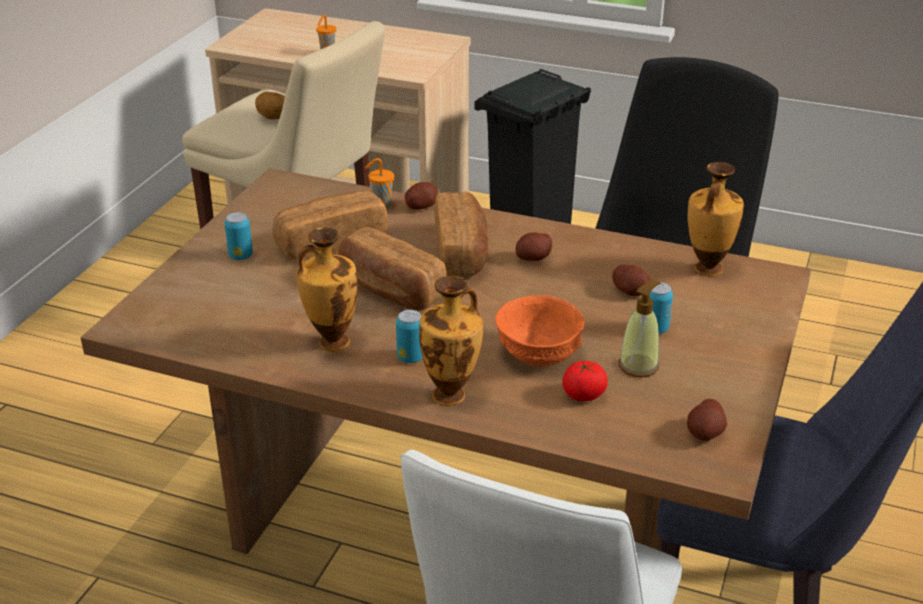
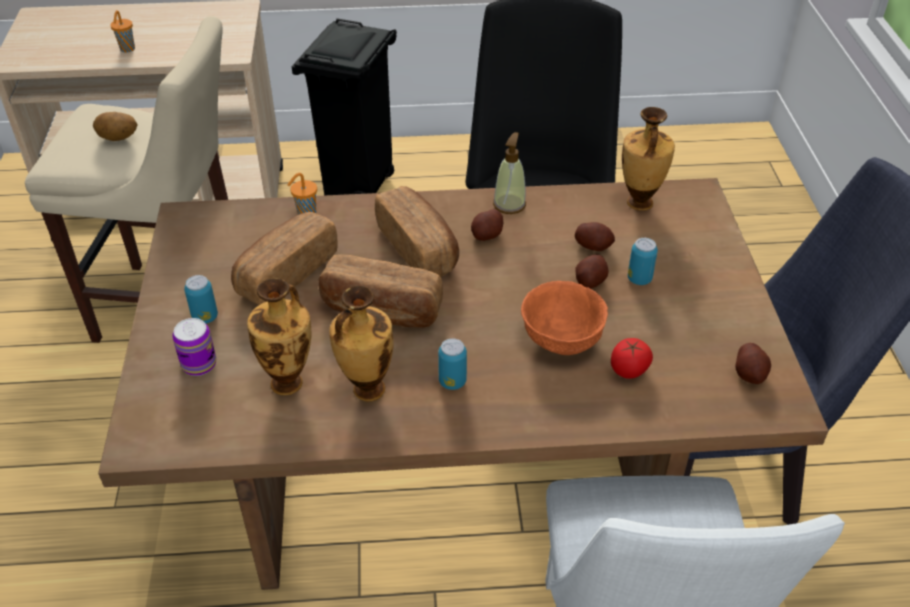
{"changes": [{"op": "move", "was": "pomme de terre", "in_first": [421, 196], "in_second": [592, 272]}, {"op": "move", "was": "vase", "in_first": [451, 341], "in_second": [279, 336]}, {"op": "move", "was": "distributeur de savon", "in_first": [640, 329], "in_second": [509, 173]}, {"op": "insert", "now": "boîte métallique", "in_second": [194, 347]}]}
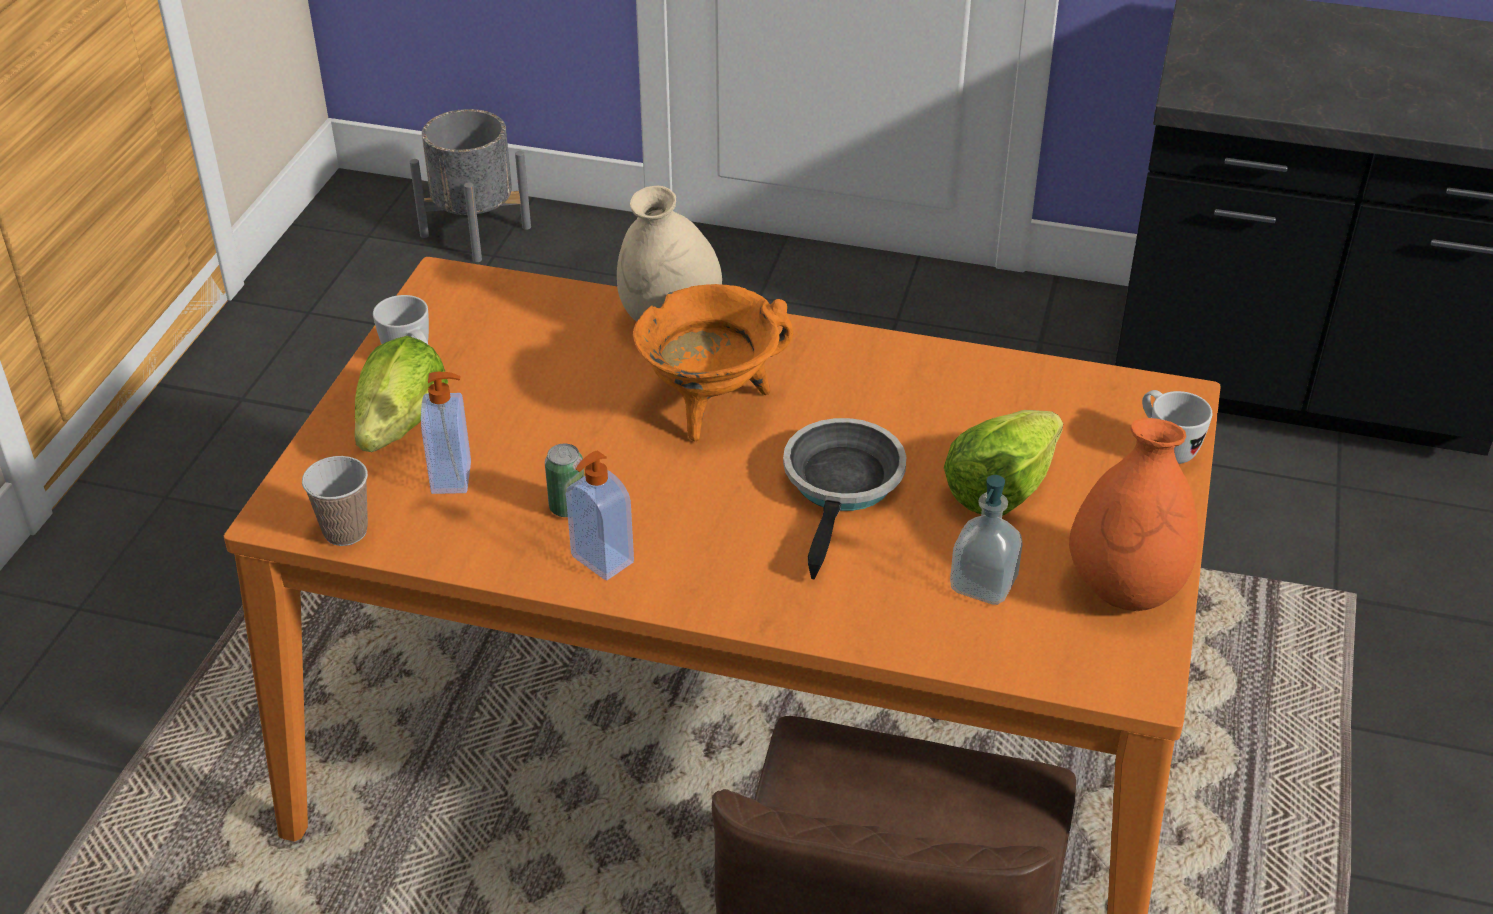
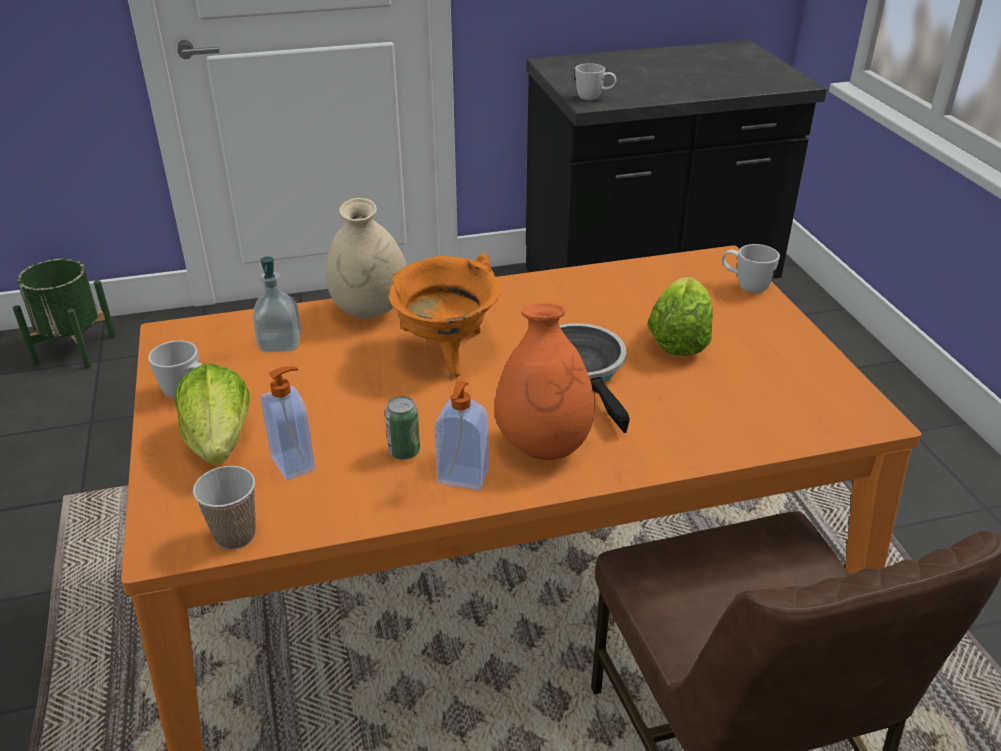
{"changes": [{"op": "recolor", "was": "cache-pot (gris)", "now": "cache-pot (vert)", "in_first": [470, 185], "in_second": [64, 314]}, {"op": "move", "was": "vase (orange)", "in_first": [1133, 514], "in_second": [544, 381]}, {"op": "move", "was": "distributeur de savon", "in_first": [986, 540], "in_second": [277, 304]}, {"op": "insert", "now": "mug (blanc)", "in_second": [595, 81]}]}
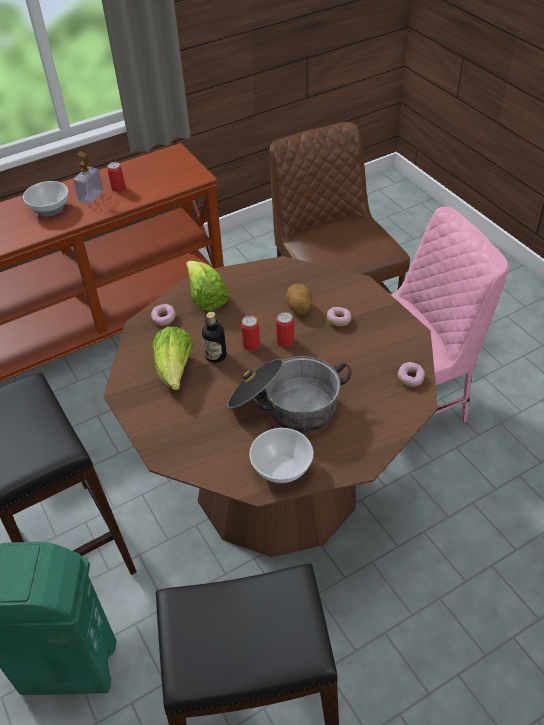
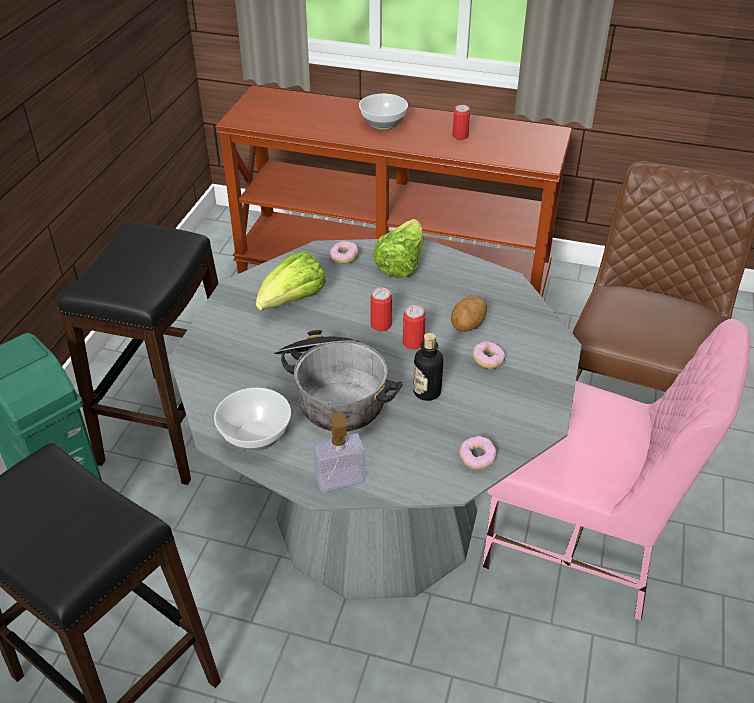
{"changes": [{"op": "move", "was": "distributeur de savon", "in_first": [88, 177], "in_second": [339, 452]}, {"op": "recolor", "was": "table à manger (marron)", "now": "table à manger (gris)", "in_first": [270, 406], "in_second": [375, 419]}, {"op": "move", "was": "bouteille", "in_first": [214, 337], "in_second": [428, 367]}]}
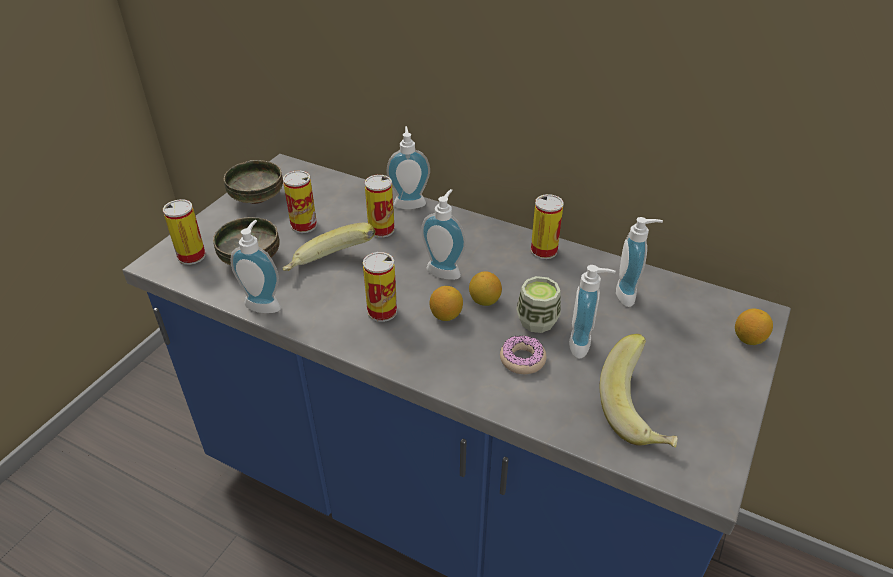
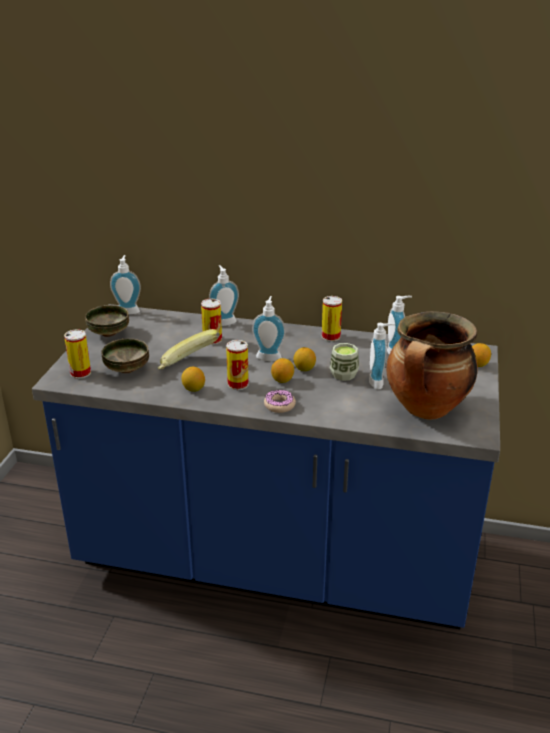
{"changes": [{"op": "delete", "was": "boîte métallique", "in_first": [300, 201]}, {"op": "move", "was": "distributeur de savon", "in_first": [255, 266], "in_second": [125, 285]}, {"op": "replace", "was": "banane", "now": "marmite", "in_first": [639, 391], "in_second": [432, 365]}, {"op": "move", "was": "beignet", "in_first": [523, 354], "in_second": [280, 401]}, {"op": "insert", "now": "citron", "in_second": [193, 379]}]}
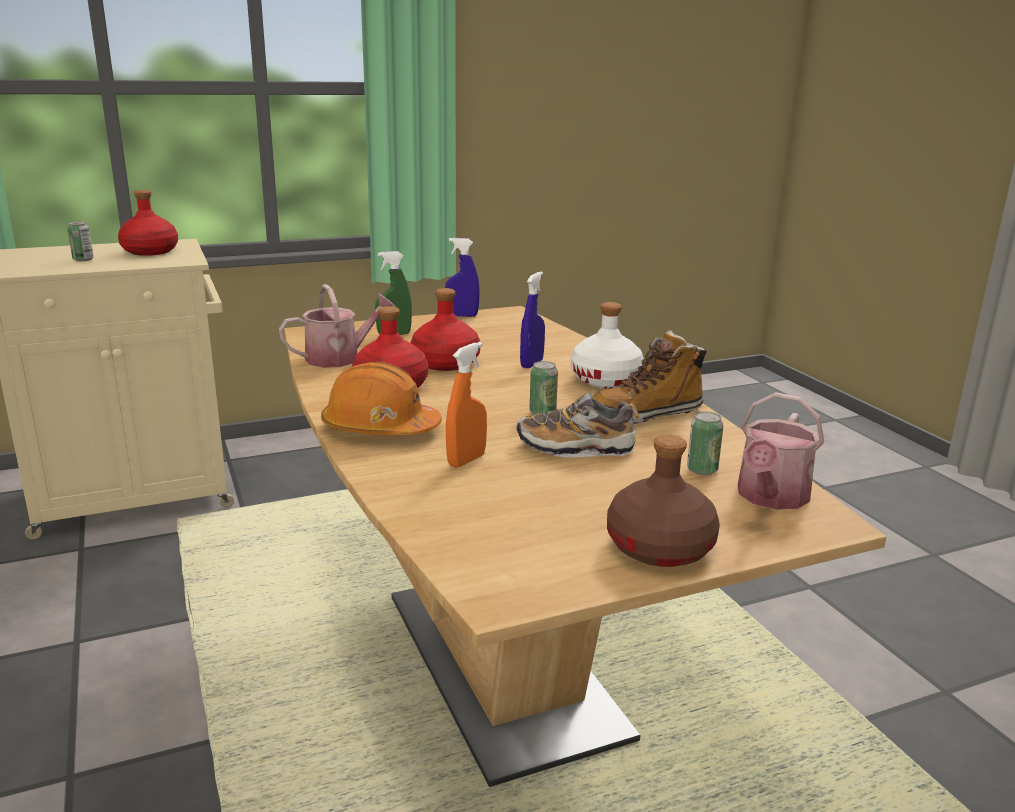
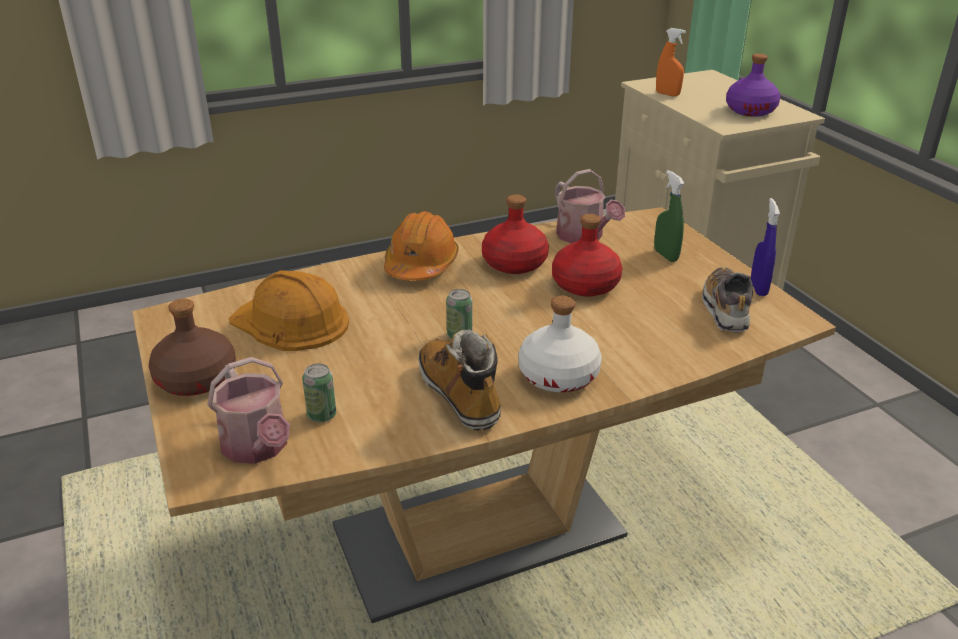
{"changes": [{"op": "recolor", "was": "bouteille (rouge)", "now": "bouteille (violet)", "in_first": [148, 223], "in_second": [753, 85]}, {"op": "delete", "was": "boîte métallique", "in_first": [80, 241]}, {"op": "delete", "was": "vaporisateur (bleu)", "in_first": [532, 320]}, {"op": "move", "was": "vaporisateur (orange)", "in_first": [466, 405], "in_second": [671, 62]}, {"op": "rotate", "was": "arrosoir", "in_first": [781, 451], "in_second": [248, 410], "clockwise": -150}, {"op": "move", "was": "chaussure", "in_first": [577, 425], "in_second": [727, 299]}, {"op": "insert", "now": "casque de chantier (orange)", "in_second": [289, 310]}]}
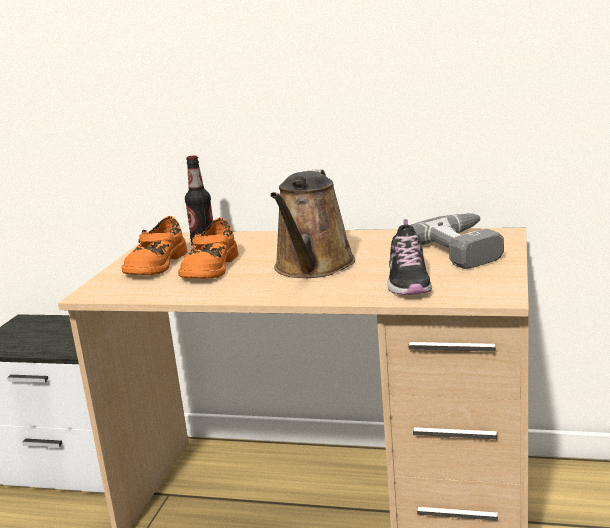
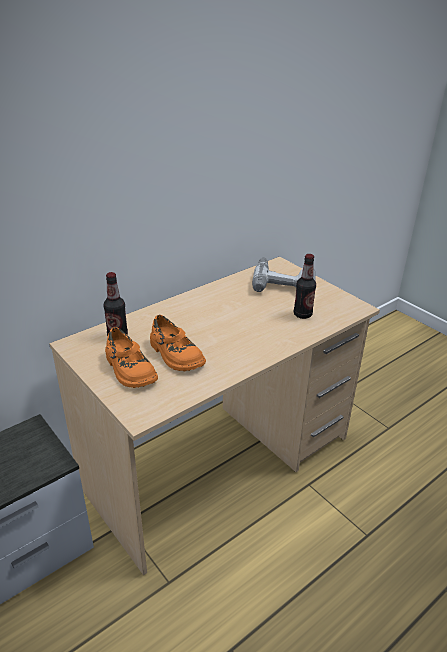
{"changes": [{"op": "delete", "was": "arrosoir (marron)", "in_first": [312, 223]}, {"op": "replace", "was": "chaussure", "now": "bouteille", "in_first": [409, 257], "in_second": [305, 286]}]}
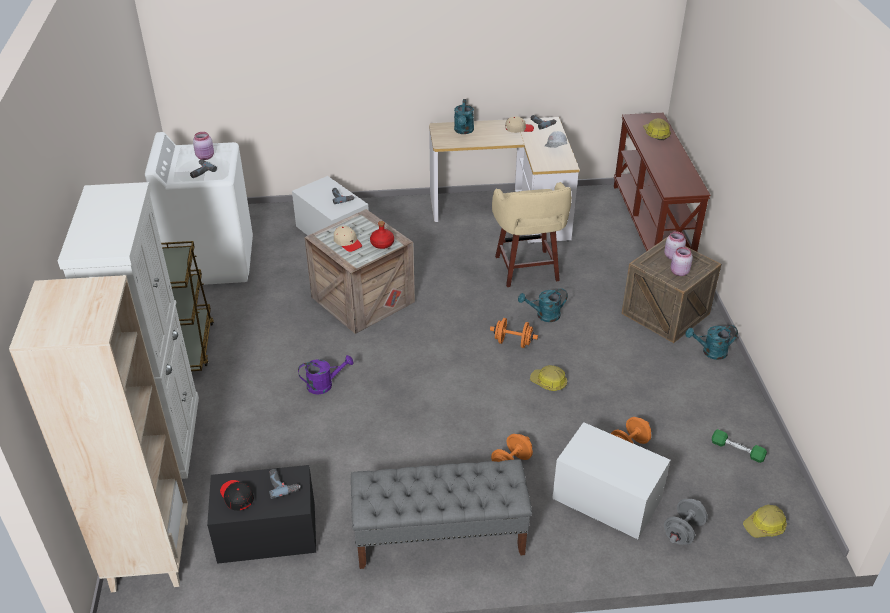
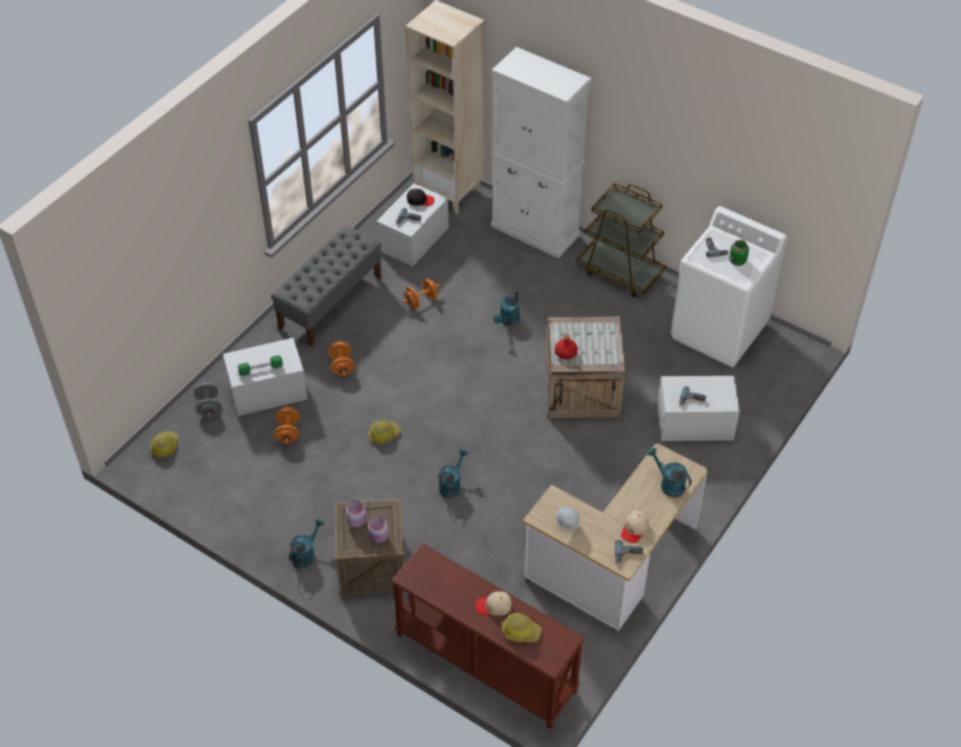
{"changes": [{"op": "recolor", "was": "bocal (rose)", "now": "bocal (vert)", "in_first": [203, 146], "in_second": [739, 253]}, {"op": "delete", "was": "tabouret (beige)", "in_first": [532, 234]}, {"op": "move", "was": "casquette (beige)", "in_first": [348, 239], "in_second": [493, 604]}, {"op": "move", "was": "haltère (orange)", "in_first": [514, 333], "in_second": [421, 293]}, {"op": "recolor", "was": "arrosoir (violet)", "now": "arrosoir (turquoise)", "in_first": [325, 375], "in_second": [507, 308]}, {"op": "move", "was": "haltère (vert)", "in_first": [739, 446], "in_second": [260, 365]}, {"op": "recolor", "was": "boîte de rangement (noir)", "now": "boîte de rangement (blanc)", "in_first": [261, 514], "in_second": [413, 225]}]}
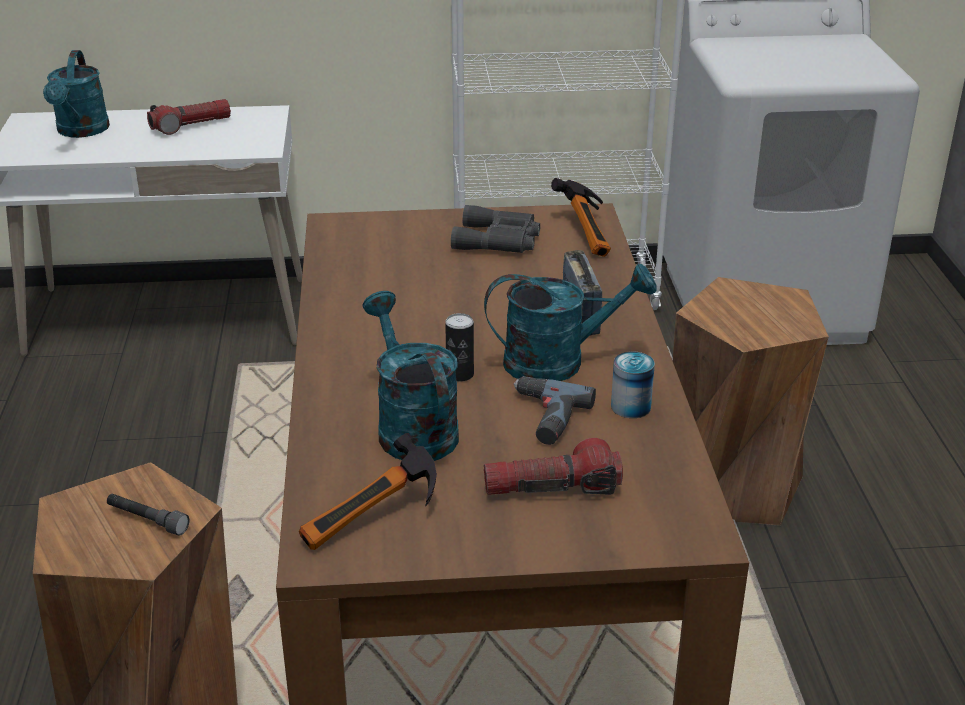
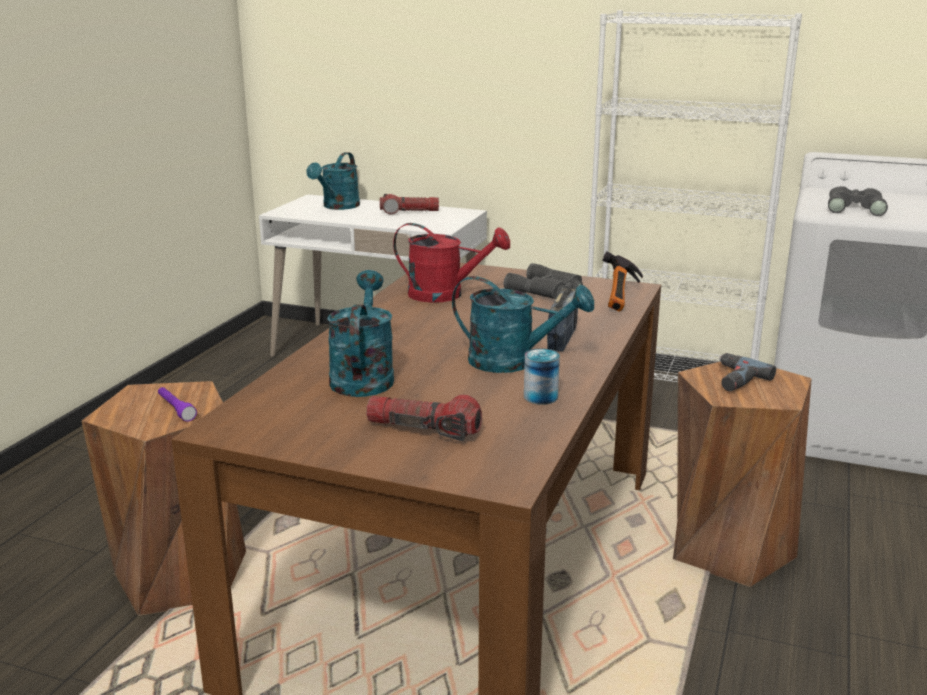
{"changes": [{"op": "delete", "was": "boîte métallique", "in_first": [459, 347]}, {"op": "move", "was": "perceuse", "in_first": [555, 410], "in_second": [747, 372]}, {"op": "delete", "was": "marteau", "in_first": [368, 491]}, {"op": "recolor", "was": "lampe de poche (gris)", "now": "lampe de poche (violet)", "in_first": [148, 515], "in_second": [177, 404]}, {"op": "insert", "now": "jumelles (gris)", "in_second": [858, 201]}, {"op": "insert", "now": "arrosoir (rouge)", "in_second": [451, 263]}]}
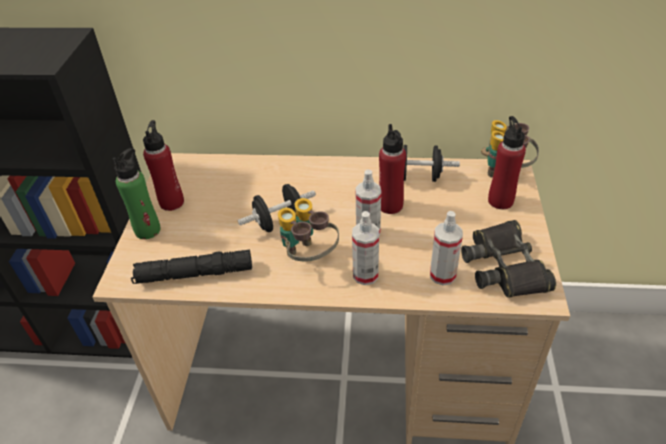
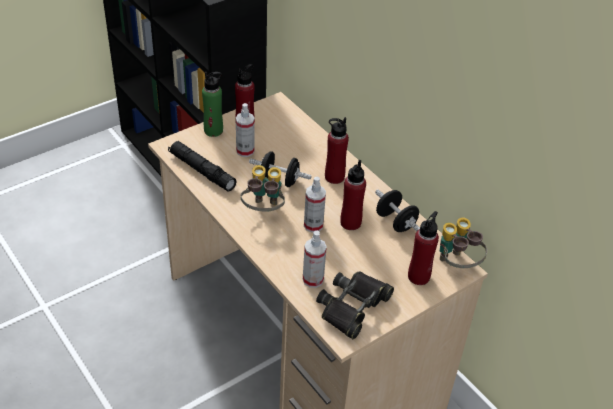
{"changes": [{"op": "move", "was": "vaporisateur", "in_first": [365, 248], "in_second": [245, 130]}, {"op": "insert", "now": "bouteille (rouge)", "in_second": [337, 150]}]}
